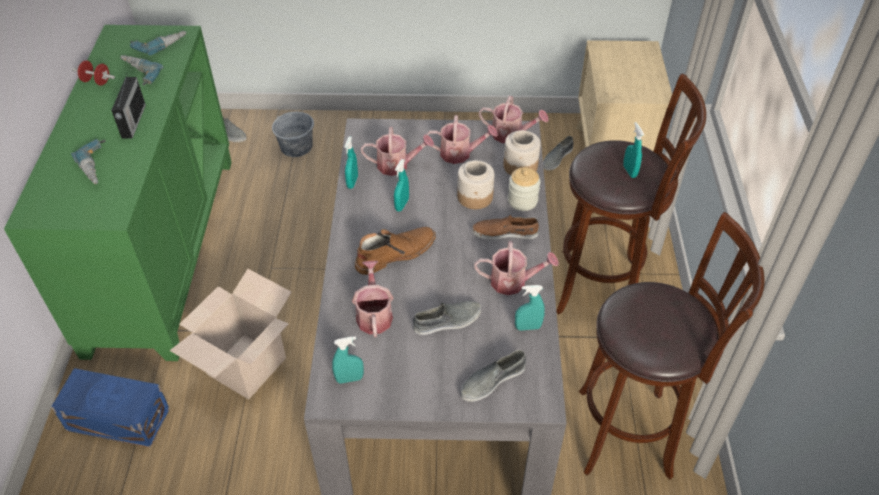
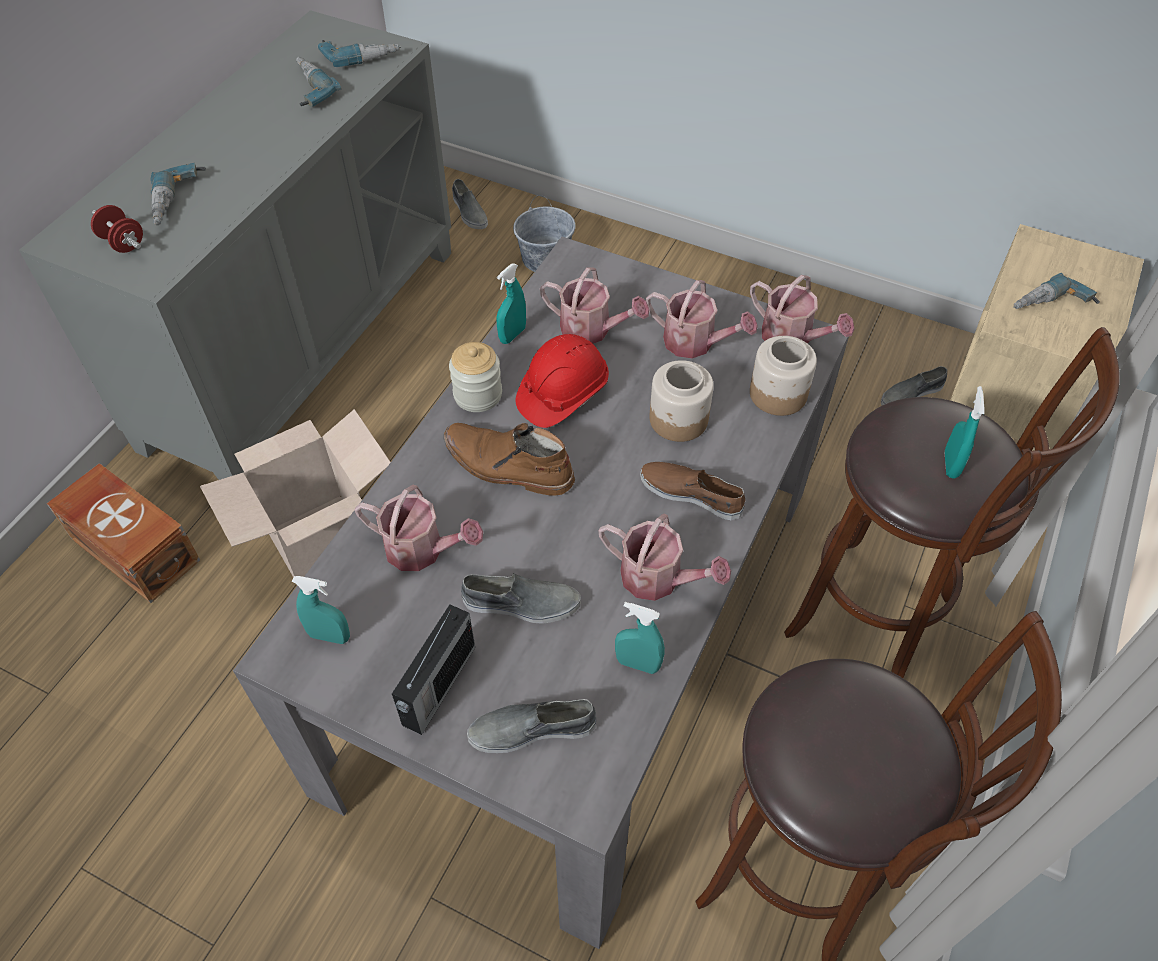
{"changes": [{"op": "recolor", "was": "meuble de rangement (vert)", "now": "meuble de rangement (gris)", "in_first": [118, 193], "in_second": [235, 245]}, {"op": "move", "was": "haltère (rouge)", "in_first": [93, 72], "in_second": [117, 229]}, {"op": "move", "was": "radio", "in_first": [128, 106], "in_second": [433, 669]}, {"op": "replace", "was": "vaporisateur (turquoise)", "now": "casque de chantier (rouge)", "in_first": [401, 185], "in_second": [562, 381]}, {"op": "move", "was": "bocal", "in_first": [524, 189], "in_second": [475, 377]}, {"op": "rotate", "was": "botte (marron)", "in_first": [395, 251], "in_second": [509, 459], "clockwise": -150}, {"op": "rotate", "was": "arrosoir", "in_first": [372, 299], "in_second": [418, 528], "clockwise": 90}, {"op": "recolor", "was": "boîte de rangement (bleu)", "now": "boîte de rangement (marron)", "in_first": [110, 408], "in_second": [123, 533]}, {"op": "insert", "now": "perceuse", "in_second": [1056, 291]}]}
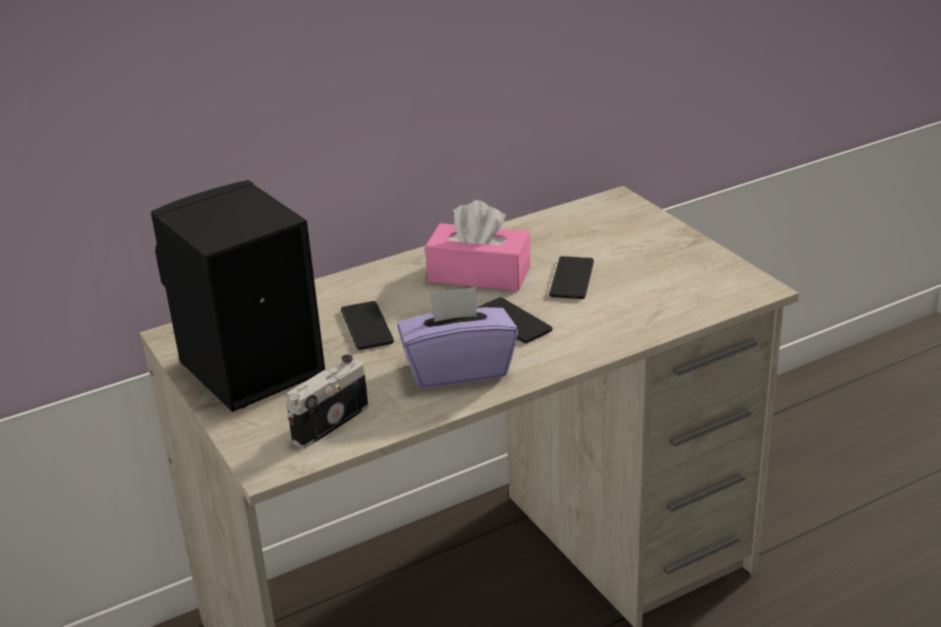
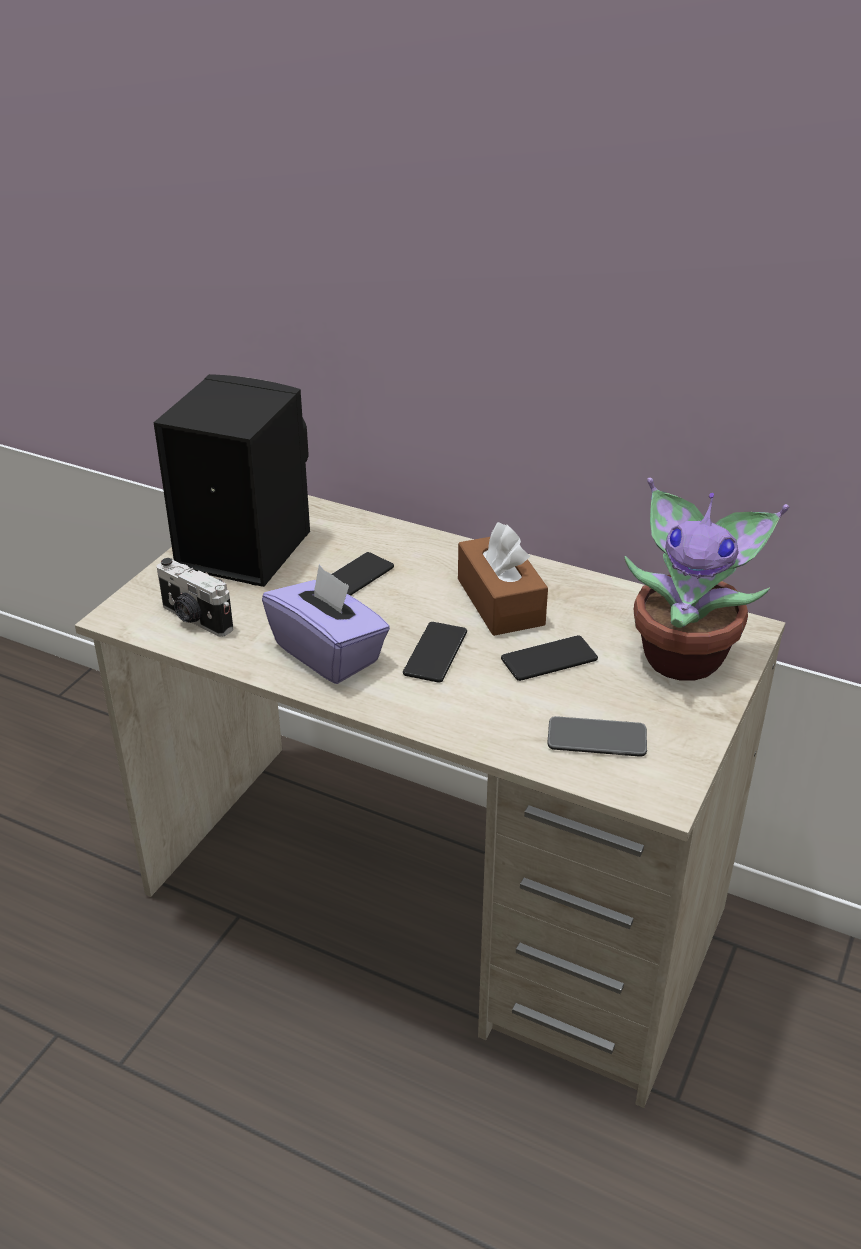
{"changes": [{"op": "recolor", "was": "boîte à mouchoirs (rose)", "now": "boîte à mouchoirs (marron)", "in_first": [477, 245], "in_second": [503, 579]}, {"op": "rotate", "was": "appareil photo", "in_first": [327, 401], "in_second": [195, 597], "clockwise": -150}, {"op": "insert", "now": "plante en pot", "in_second": [706, 579]}, {"op": "insert", "now": "téléphone", "in_second": [597, 736]}]}
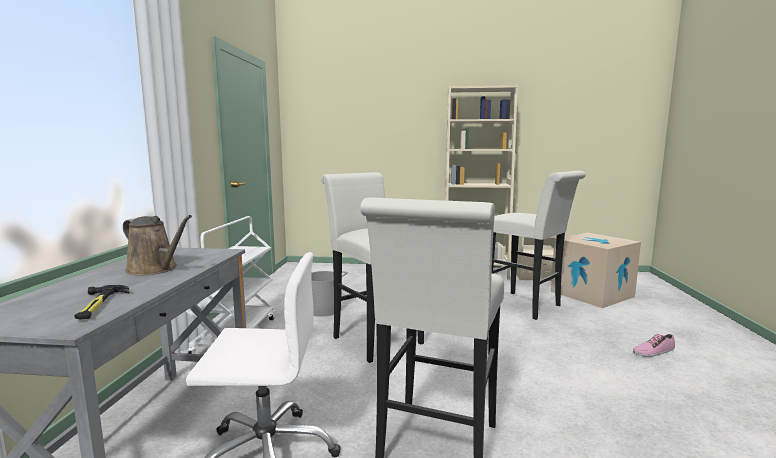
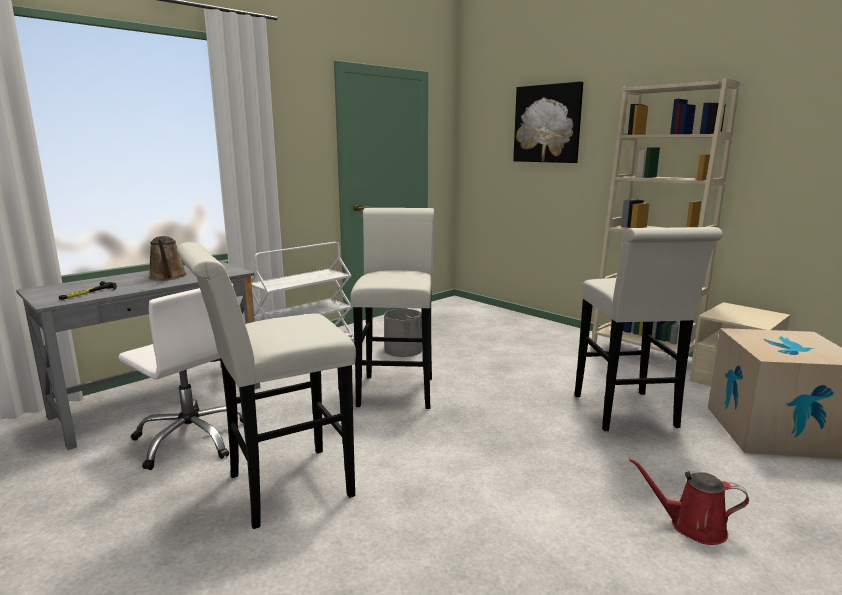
{"changes": [{"op": "replace", "was": "chaussure", "now": "arrosoir (rouge)", "in_first": [654, 345], "in_second": [689, 501]}, {"op": "insert", "now": "tableau", "in_second": [548, 122]}]}
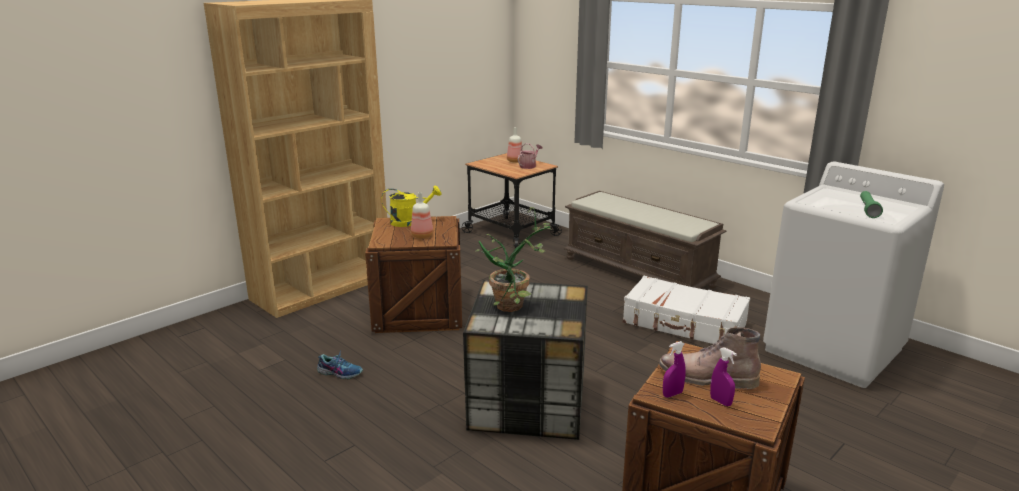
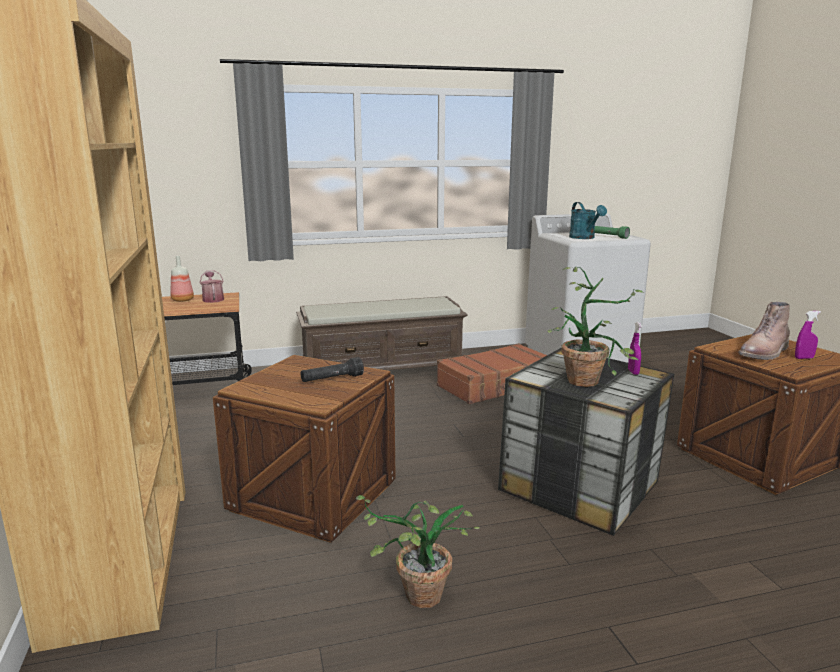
{"changes": [{"op": "delete", "was": "arrosoir (jaune)", "in_first": [411, 206]}, {"op": "replace", "was": "bouteille", "now": "lampe de poche (noir)", "in_first": [422, 215], "in_second": [332, 369]}, {"op": "recolor", "was": "valise (blanc)", "now": "valise (marron)", "in_first": [686, 310], "in_second": [492, 373]}, {"op": "move", "was": "vaporisateur (violet)", "in_first": [674, 369], "in_second": [635, 348]}, {"op": "replace", "was": "chaussure", "now": "plante en pot", "in_first": [340, 365], "in_second": [418, 551]}, {"op": "insert", "now": "arrosoir (turquoise)", "in_second": [588, 220]}]}
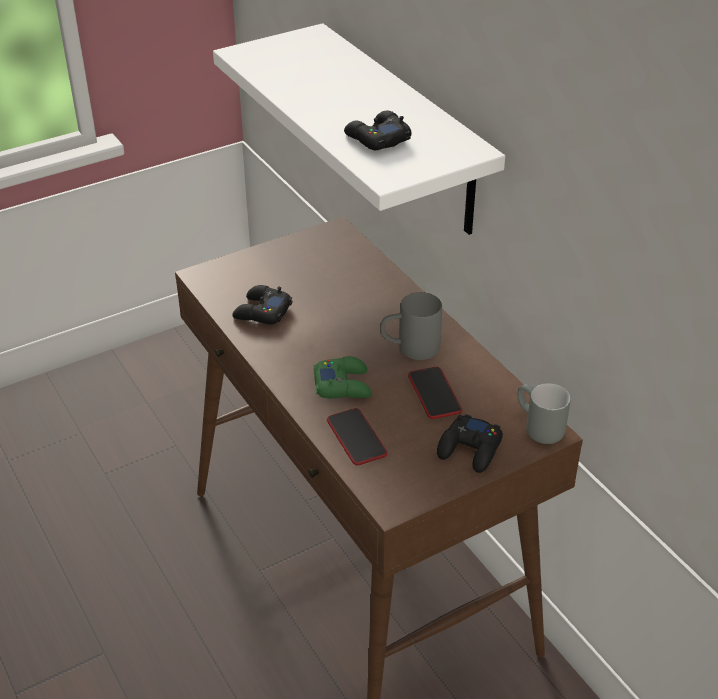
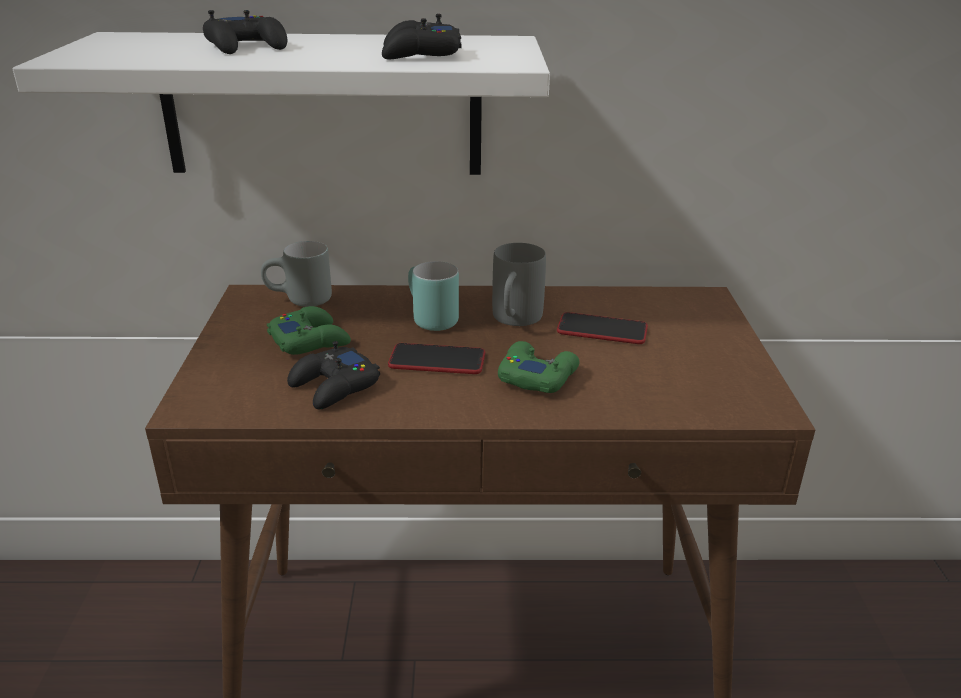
{"changes": [{"op": "move", "was": "mug (gris)", "in_first": [543, 413], "in_second": [296, 274]}, {"op": "move", "was": "téléphone", "in_first": [357, 436], "in_second": [437, 358]}, {"op": "move", "was": "manette (noir)", "in_first": [470, 443], "in_second": [245, 32]}, {"op": "insert", "now": "mug (turquoise)", "in_second": [433, 296]}, {"op": "insert", "now": "manette (vert)", "in_second": [309, 330]}]}
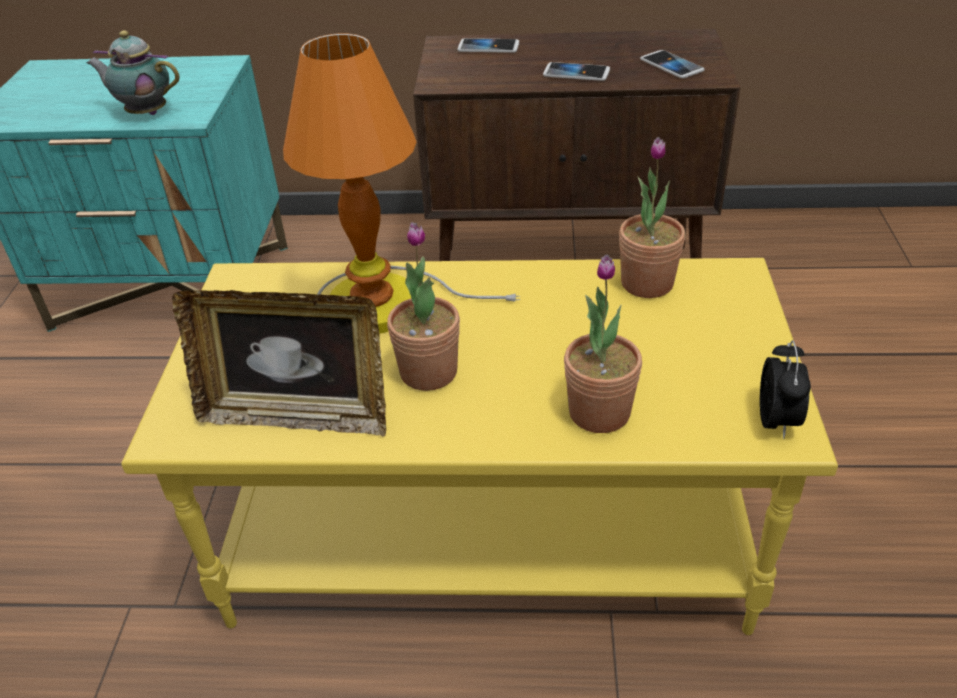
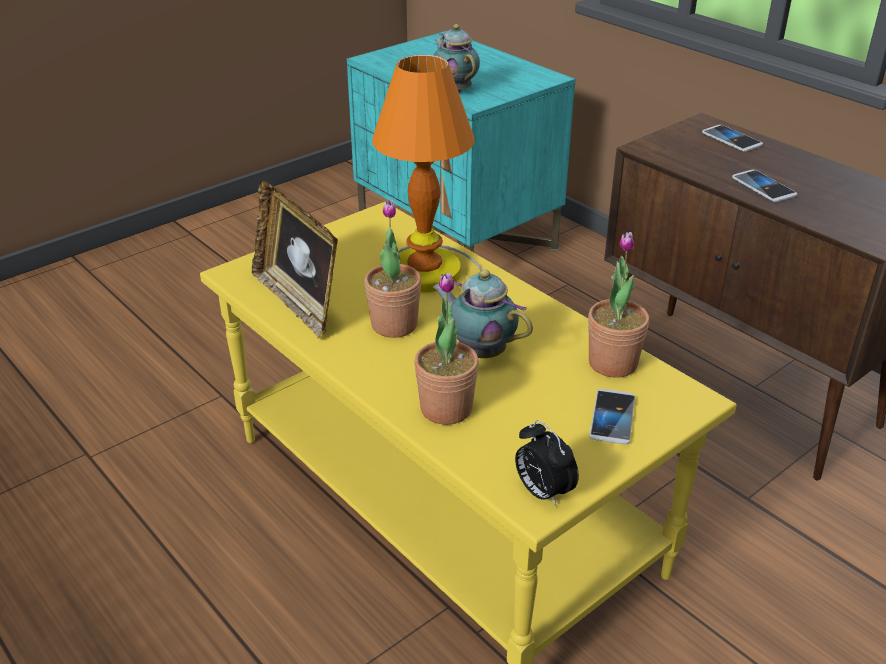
{"changes": [{"op": "move", "was": "téléphone", "in_first": [672, 64], "in_second": [612, 416]}, {"op": "rotate", "was": "réveil", "in_first": [785, 389], "in_second": [547, 463], "clockwise": 90}, {"op": "insert", "now": "théière", "in_second": [482, 313]}]}
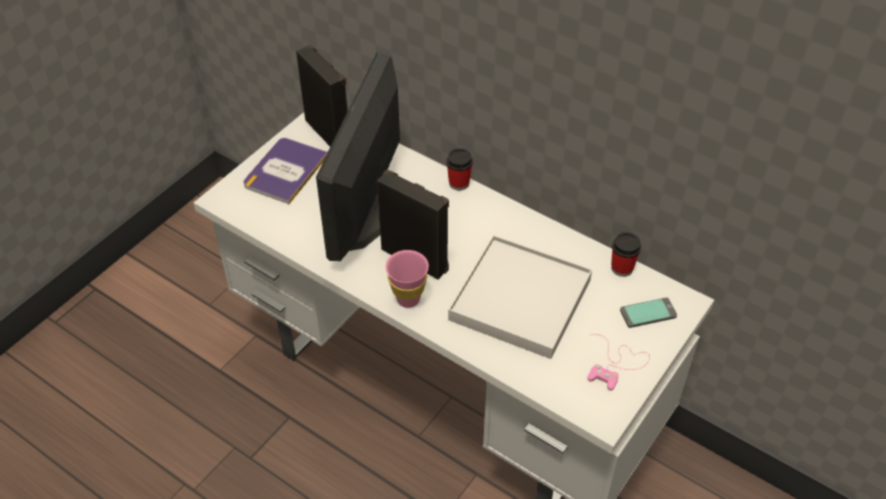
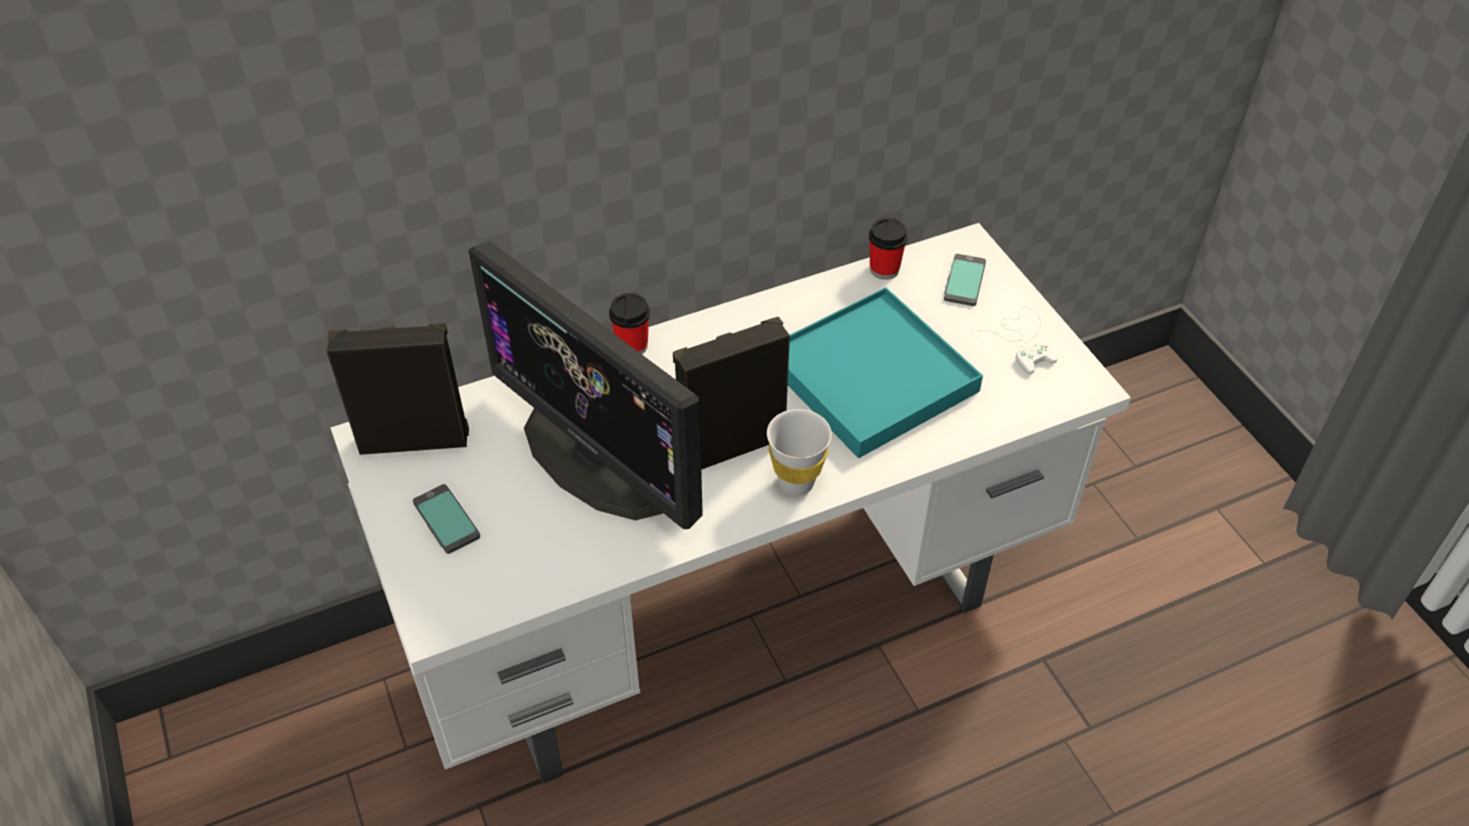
{"changes": [{"op": "replace", "was": "livre", "now": "téléphone", "in_first": [285, 171], "in_second": [446, 519]}, {"op": "recolor", "was": "plateau (blanc)", "now": "plateau (turquoise)", "in_first": [520, 297], "in_second": [885, 372]}, {"op": "recolor", "was": "tasse (rose)", "now": "tasse (blanc)", "in_first": [407, 279], "in_second": [799, 452]}, {"op": "recolor", "was": "manette (rose)", "now": "manette (blanc)", "in_first": [618, 362], "in_second": [1012, 340]}]}
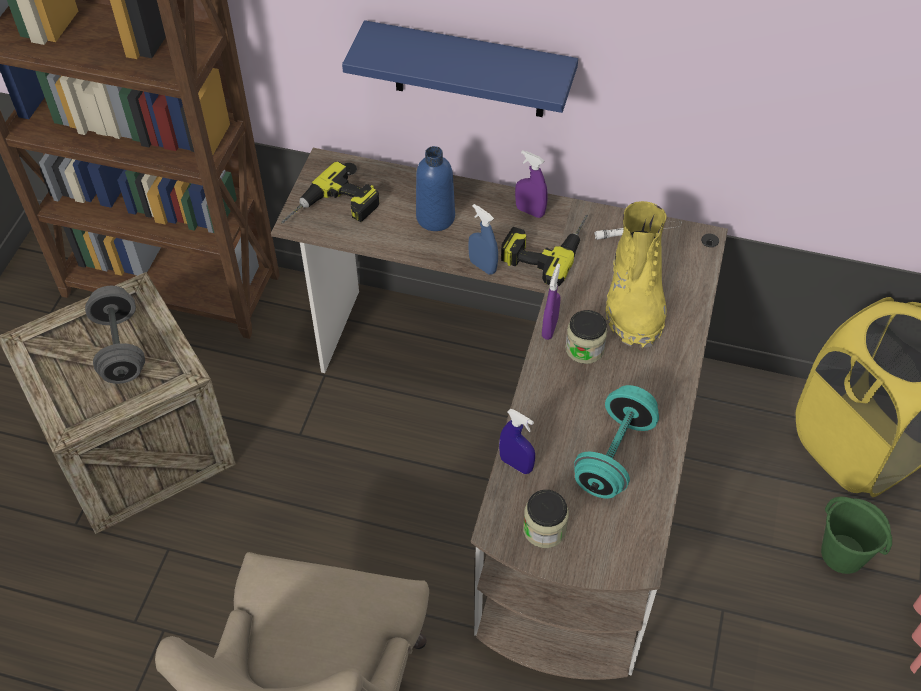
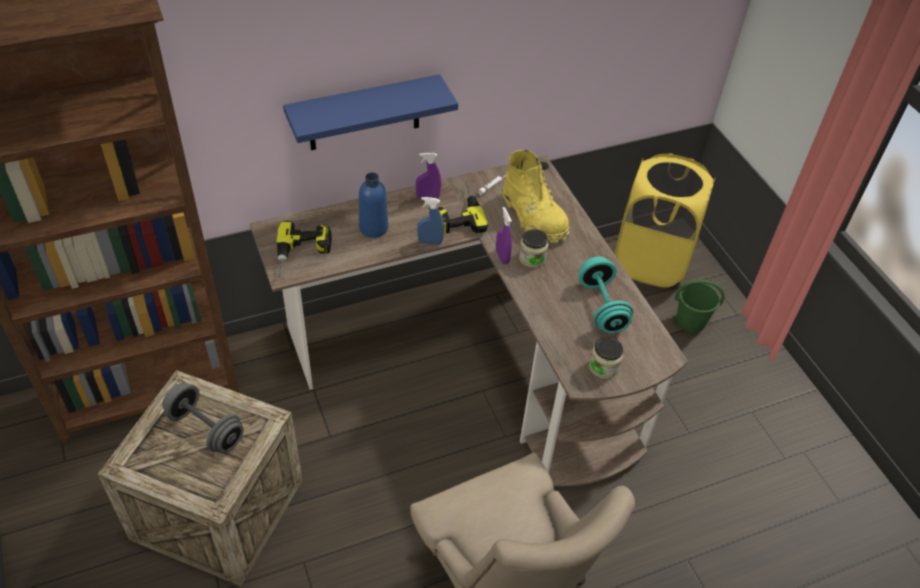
{"changes": [{"op": "delete", "was": "vaporisateur (bleu)", "in_first": [517, 441]}]}
